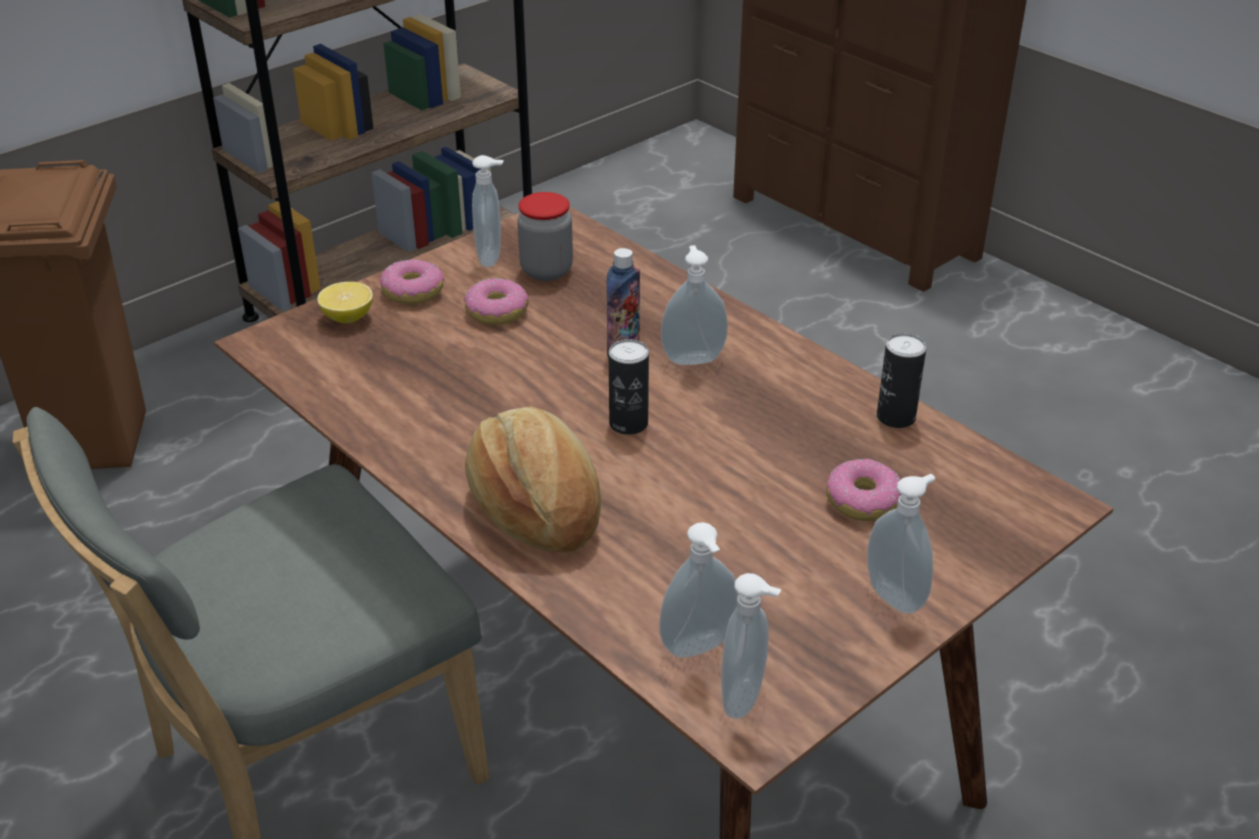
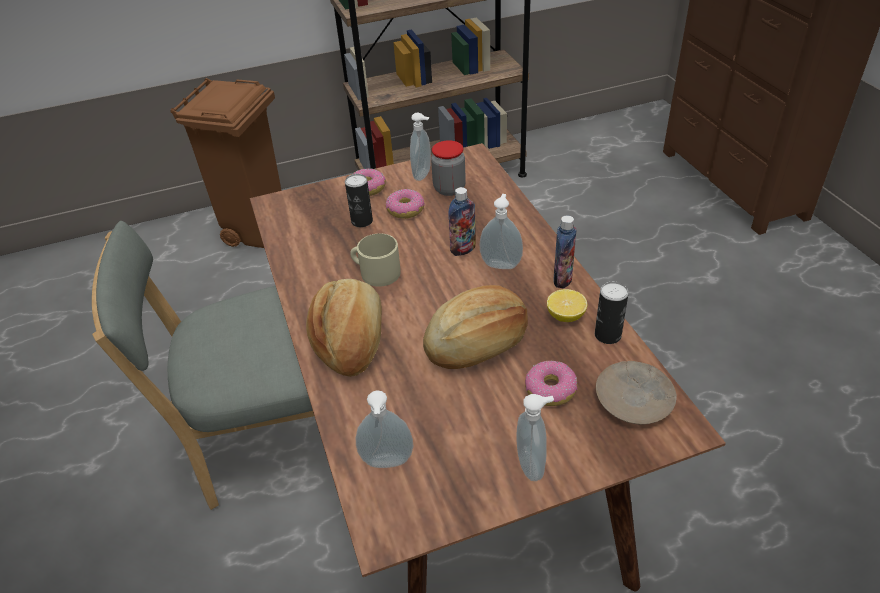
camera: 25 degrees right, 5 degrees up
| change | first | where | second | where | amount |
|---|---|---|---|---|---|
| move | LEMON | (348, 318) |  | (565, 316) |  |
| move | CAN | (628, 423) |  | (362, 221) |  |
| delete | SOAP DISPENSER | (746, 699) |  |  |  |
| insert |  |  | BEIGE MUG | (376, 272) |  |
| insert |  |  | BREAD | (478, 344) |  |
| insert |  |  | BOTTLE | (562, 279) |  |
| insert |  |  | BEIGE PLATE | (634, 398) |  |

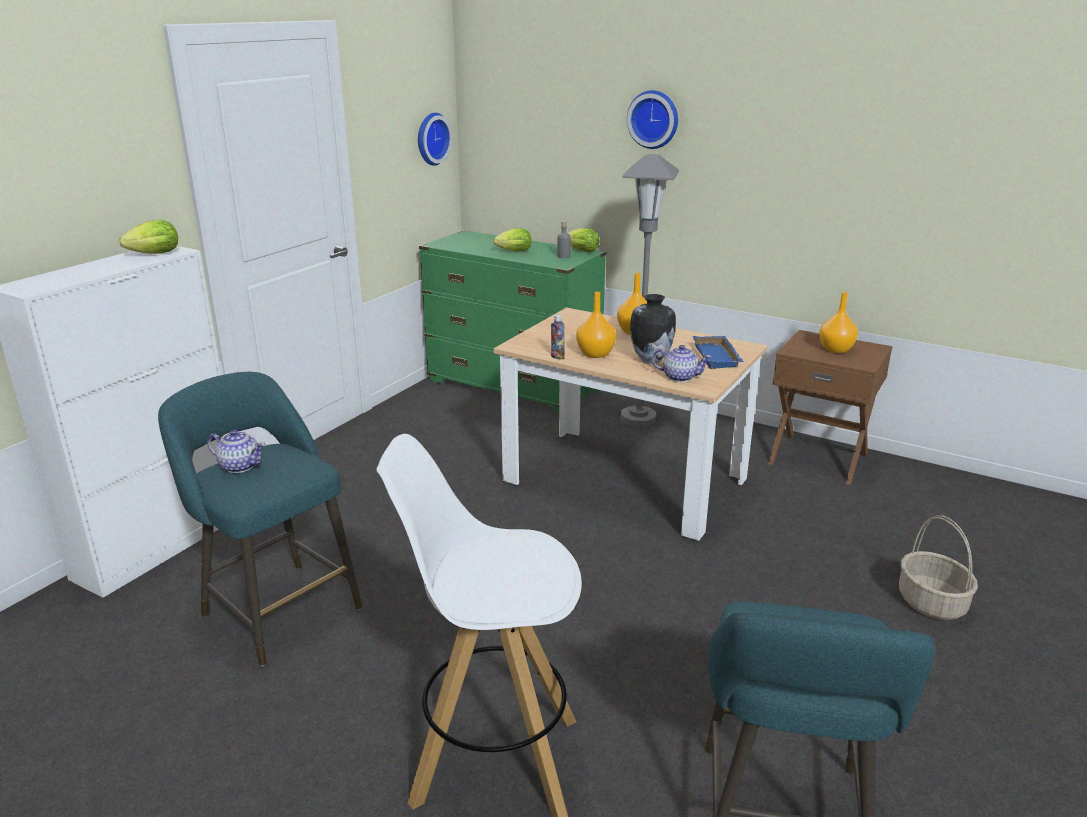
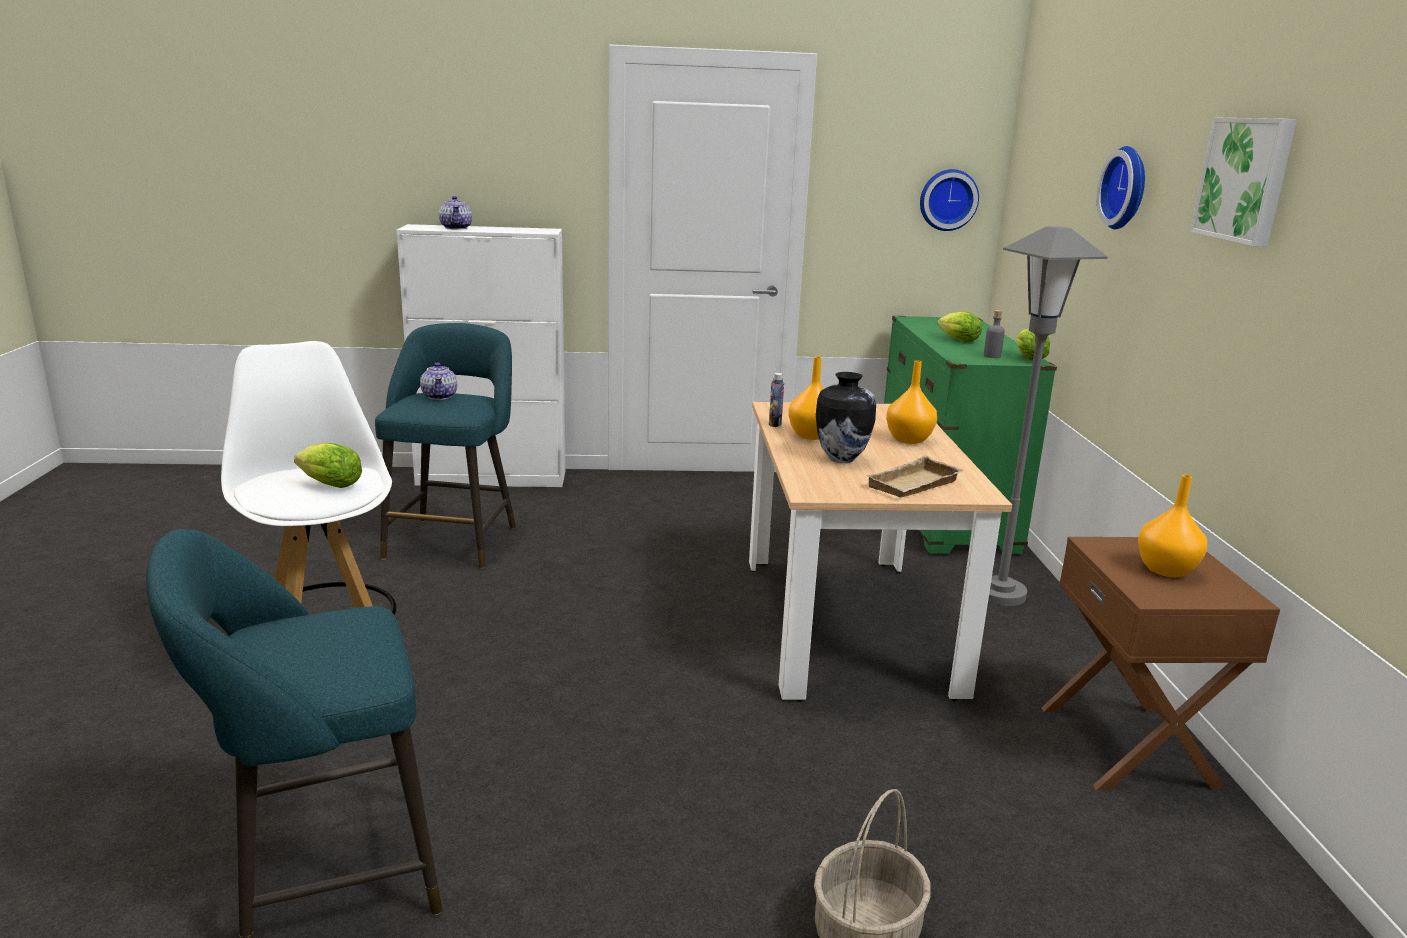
camera: 55 degrees right, 5 degrees down
| change | first | where | second | where | amount |
|---|---|---|---|---|---|
| move | LETTUCE | (151, 254) |  | (327, 484) |  |
| move | TEAPOT | (679, 377) |  | (456, 228) |  |
| recolor | BLUE TRAY | (718, 357) | BEIGE TRAY | (915, 486) |  |
| insert |  |  | PICTURE | (1246, 180) |  |

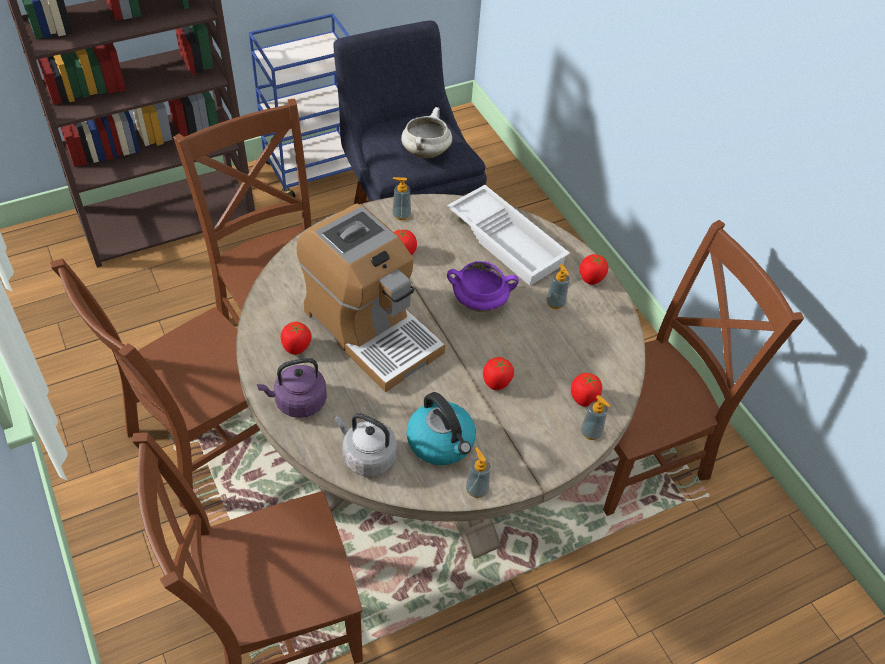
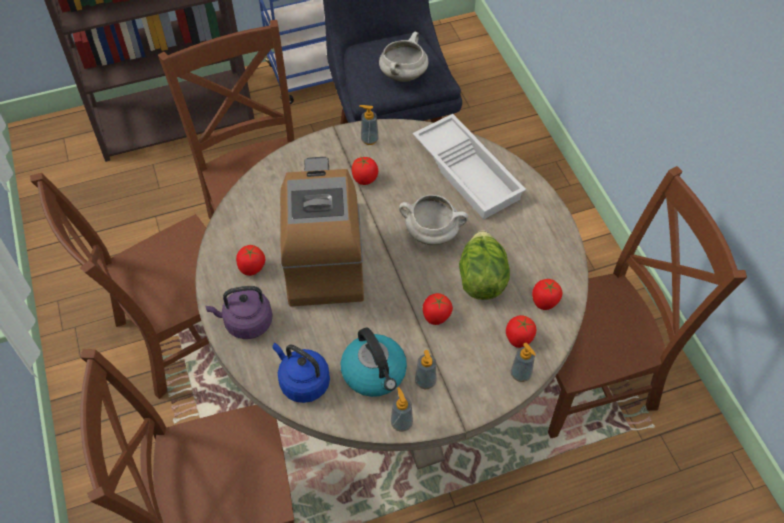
camera: 10 degrees right, 5 degrees up
| change | first | where | second | where | amount |
|---|---|---|---|---|---|
| rotate | COFFEE MACHINE | (371, 330) |  | (324, 255) | 150 degrees counterclockwise |
| recolor | GREY KETTLE | (367, 456) | BLUE KETTLE | (302, 382) |  |
| recolor | PURPLE COOKING POT | (480, 302) | WHITE COOKING POT | (432, 233) |  |
| move | SOAP DISPENSER | (555, 303) |  | (425, 381) |  |
| move | TOMATO | (591, 278) |  | (544, 302) |  |
| insert |  |  | LETTUCE | (481, 279) |  |

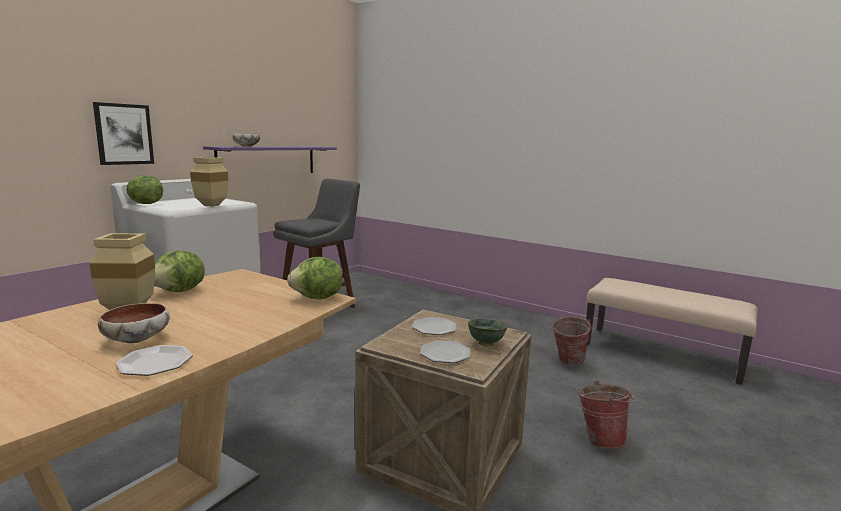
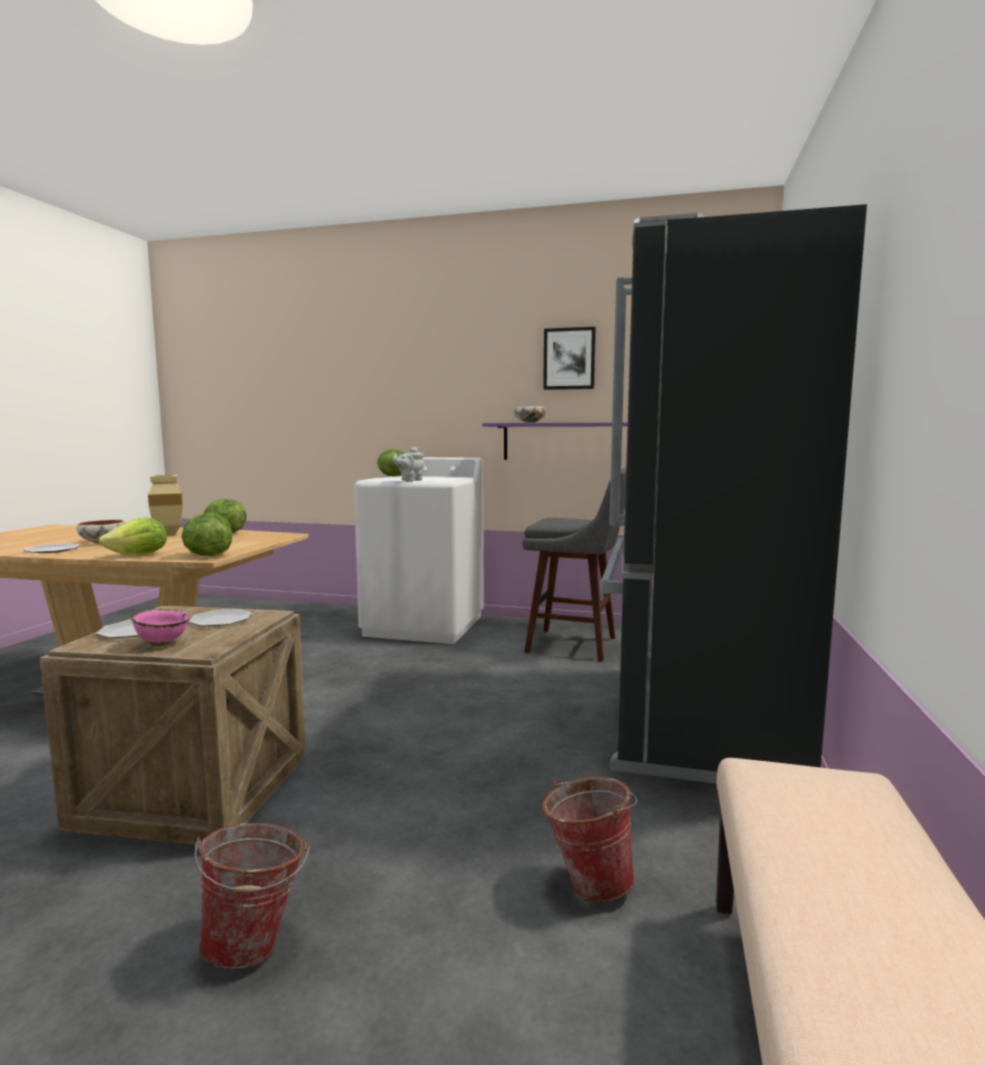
camera: 70 degrees right, 5 degrees down
| change | first | where | second | where | amount |
|---|---|---|---|---|---|
| move | PICTURE | (124, 134) |  | (569, 359) |  |
| replace | BEIGE VASE | (212, 205) | GREY TEAPOT | (410, 480) |  |
| recolor | GREEN BOWL | (485, 344) | PINK BOWL | (162, 643) |  |
| insert |  |  | LETTUCE | (139, 555) |  |
| insert |  |  | BLACK FRIDGE | (695, 721) |  |

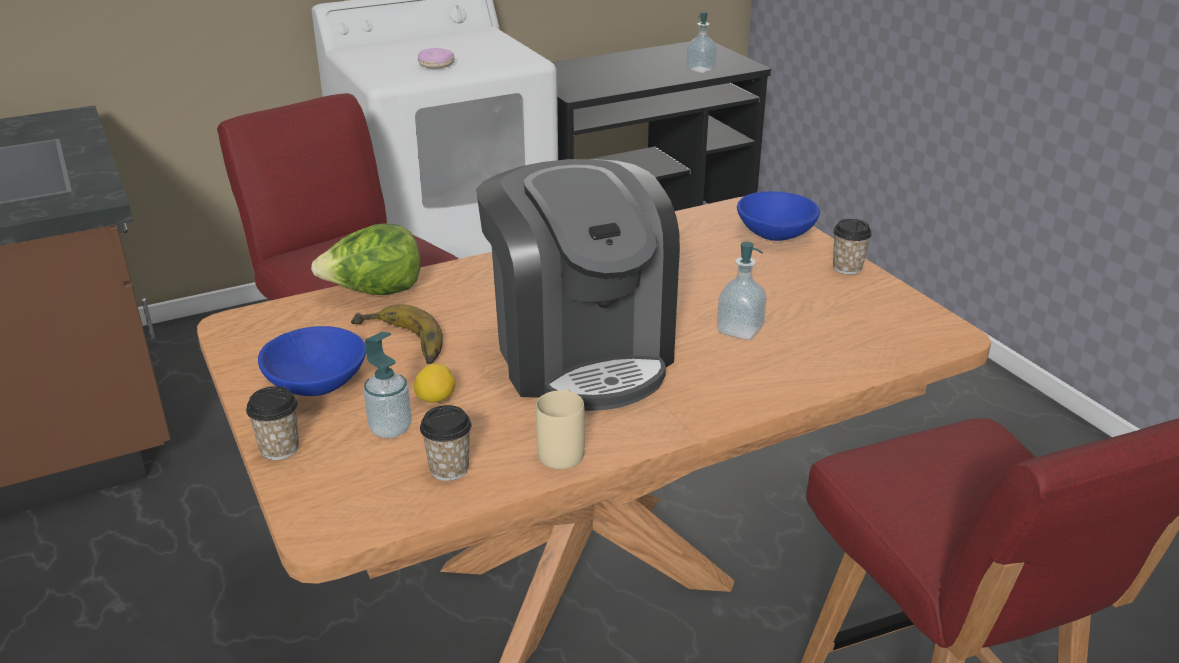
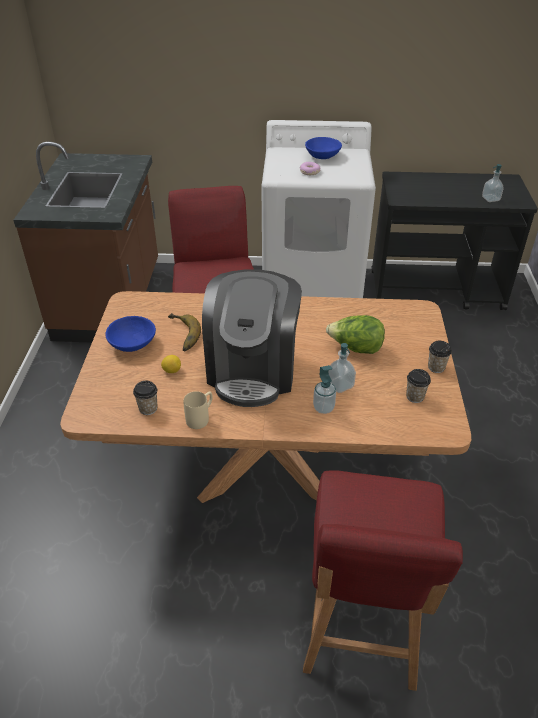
camera: 30 degrees right, 10 degrees up
| change | first | where | second | where | amount |
|---|---|---|---|---|---|
| move | CUP | (279, 449) |  | (415, 397) |  |
| move | LETTUCE | (374, 293) |  | (355, 348) |  |
| move | SOAP DISPENSER | (390, 429) |  | (323, 408) |  |
| move | BLUE BOWL | (775, 234) |  | (322, 156) |  |

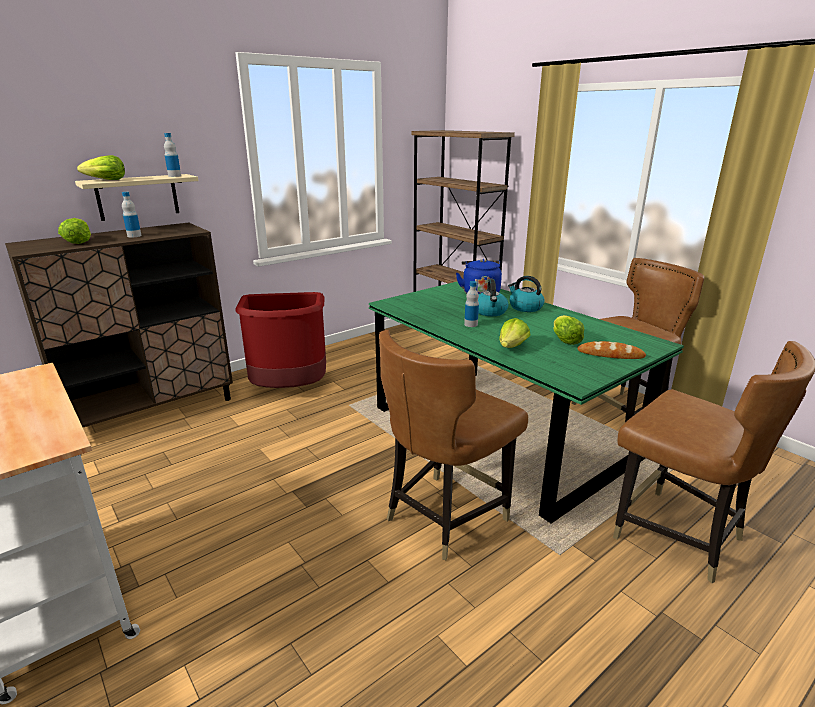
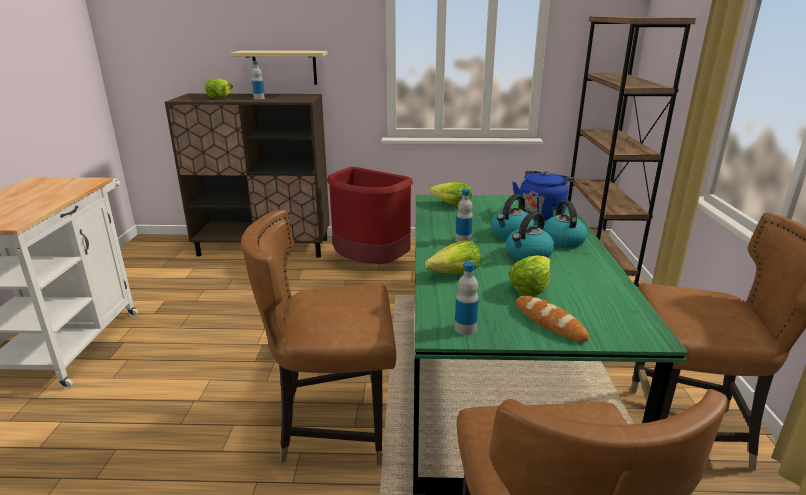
camera: 40 degrees right, 0 degrees up
| change | first | where | second | where | amount |
|---|---|---|---|---|---|
| move | LETTUCE | (106, 180) |  | (451, 205) |  |
| move | BOTTLE | (174, 176) |  | (465, 328) |  |
| insert |  |  | KETTLE | (528, 254) |  |

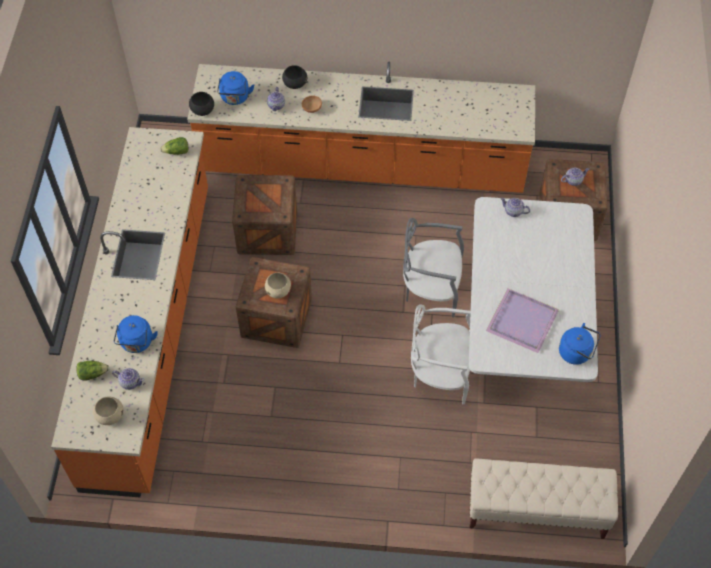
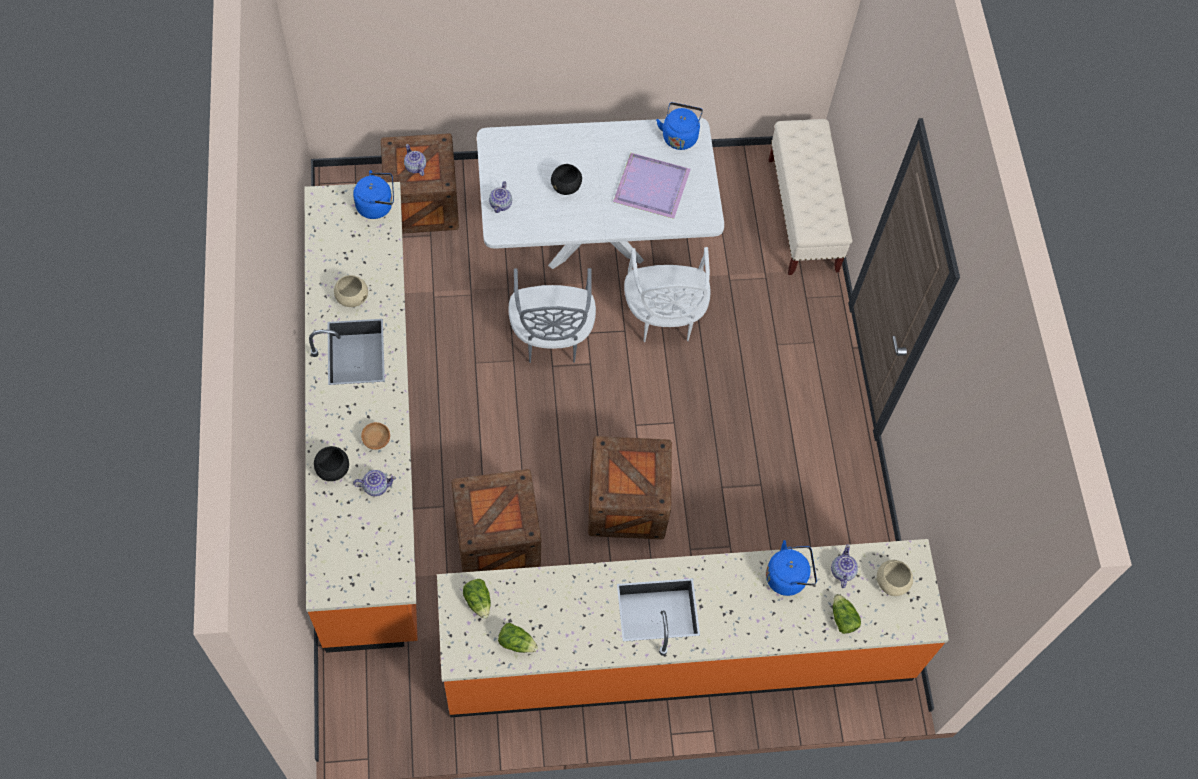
camera: 105 degrees left, 5 degrees up
| change | first | where | second | where | amount |
|---|---|---|---|---|---|
| move | BLACK BOWL | (202, 110) |  | (566, 187) |  |
| move | BLUE KETTLE | (235, 98) |  | (377, 205) |  |
| move | BEIGE BOWL | (278, 291) |  | (352, 297) |  |
| insert |  |  | LETTUCE | (516, 642) |  |

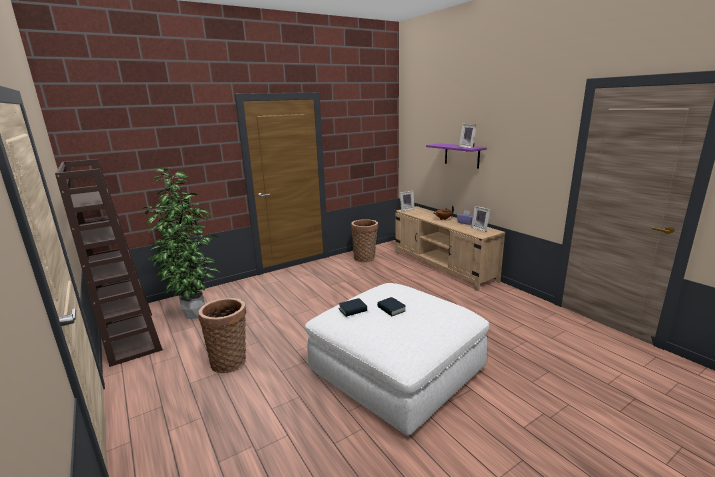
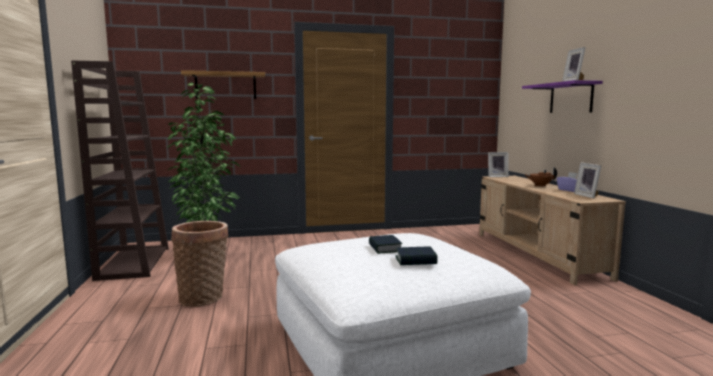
camera: 20 degrees right, 10 degrees down
| change | first | where | second | where | amount |
|---|---|---|---|---|---|
| move | BOOK | (352, 310) |  | (416, 260) |  |
| delete | BASKET | (365, 258) |  |  |  |
| insert |  |  | SHELF | (225, 86) |  |

